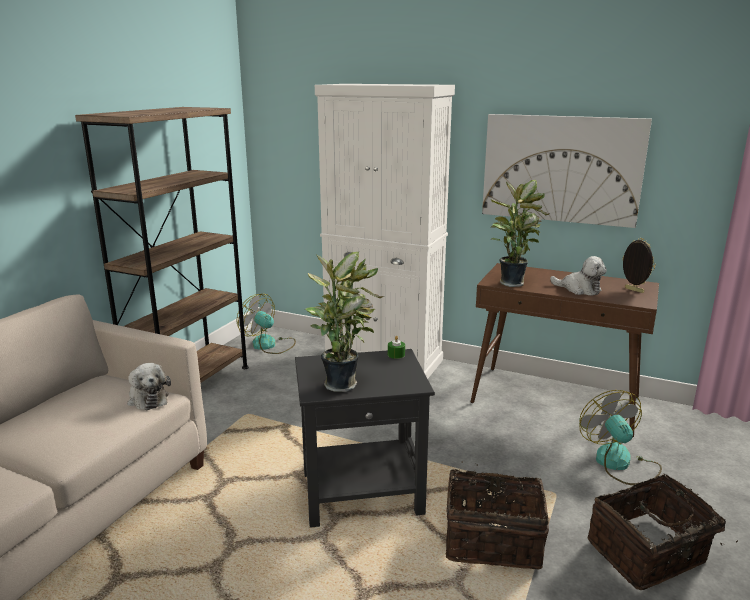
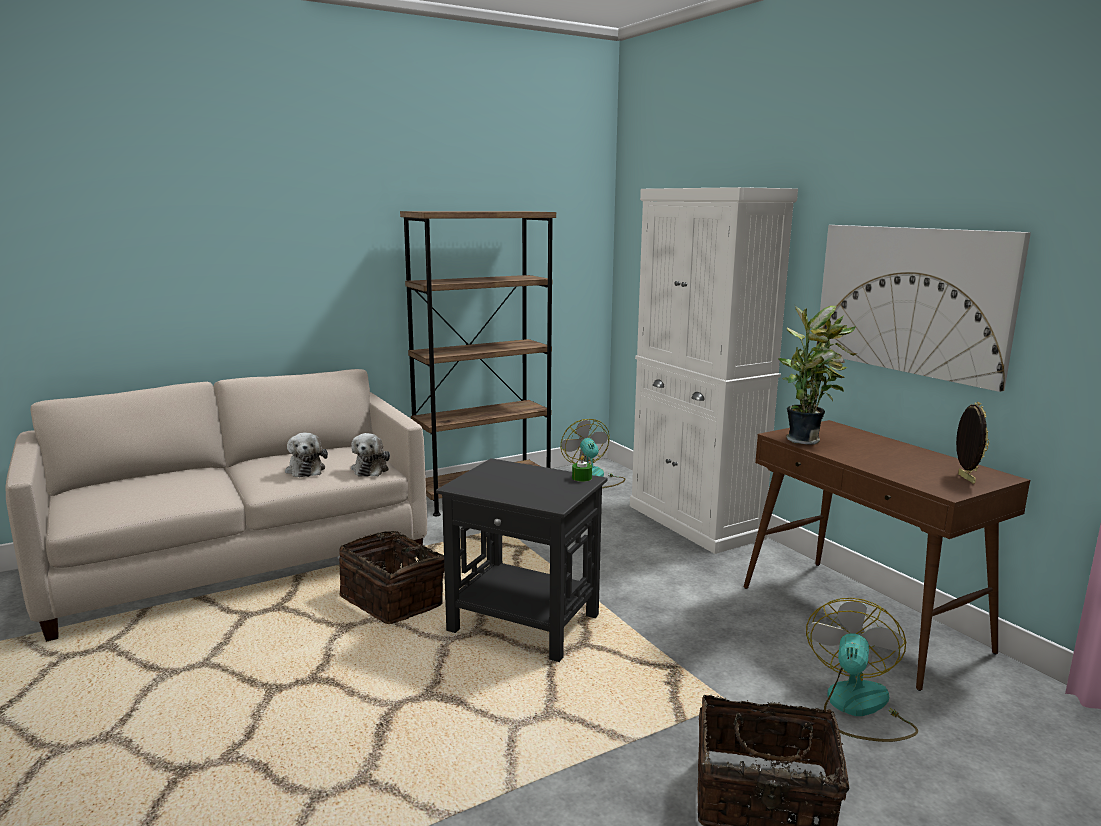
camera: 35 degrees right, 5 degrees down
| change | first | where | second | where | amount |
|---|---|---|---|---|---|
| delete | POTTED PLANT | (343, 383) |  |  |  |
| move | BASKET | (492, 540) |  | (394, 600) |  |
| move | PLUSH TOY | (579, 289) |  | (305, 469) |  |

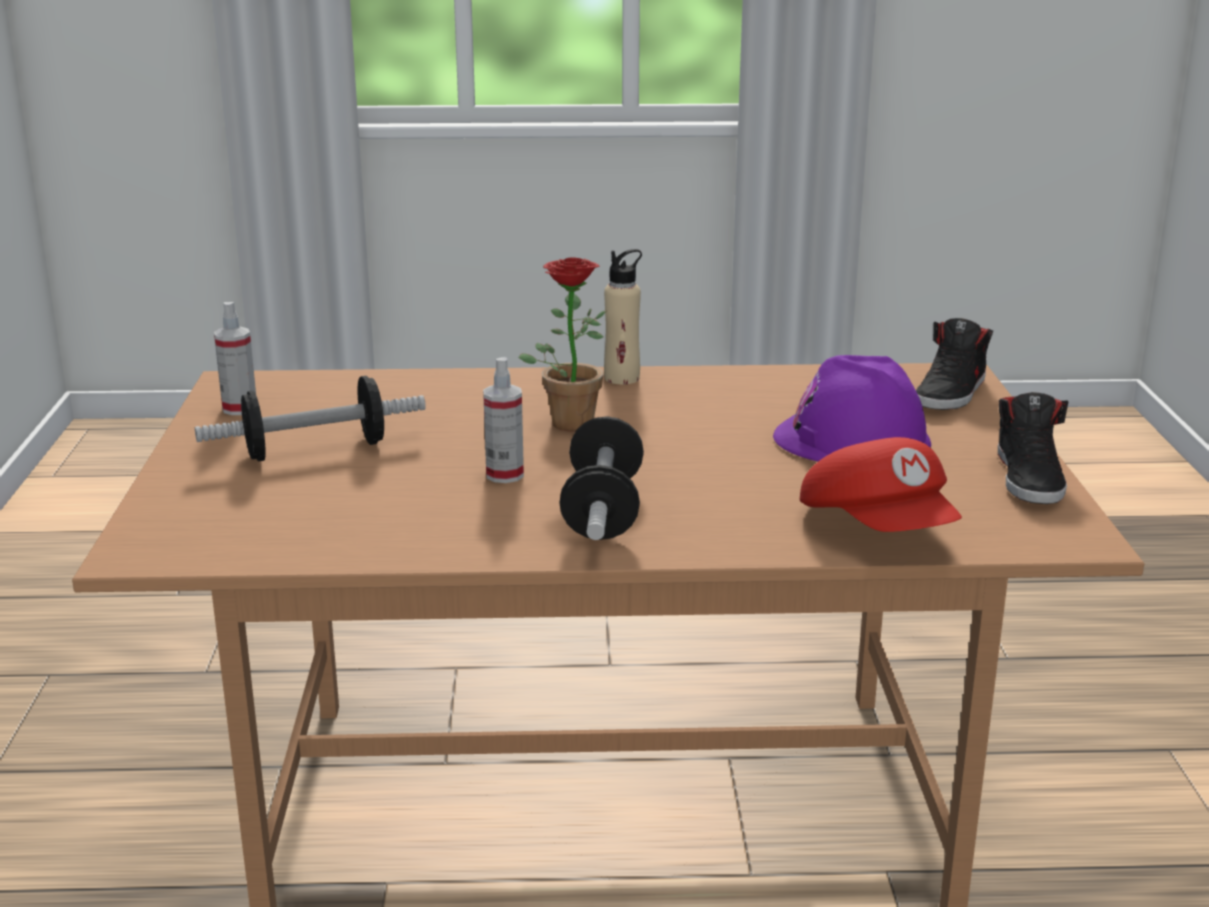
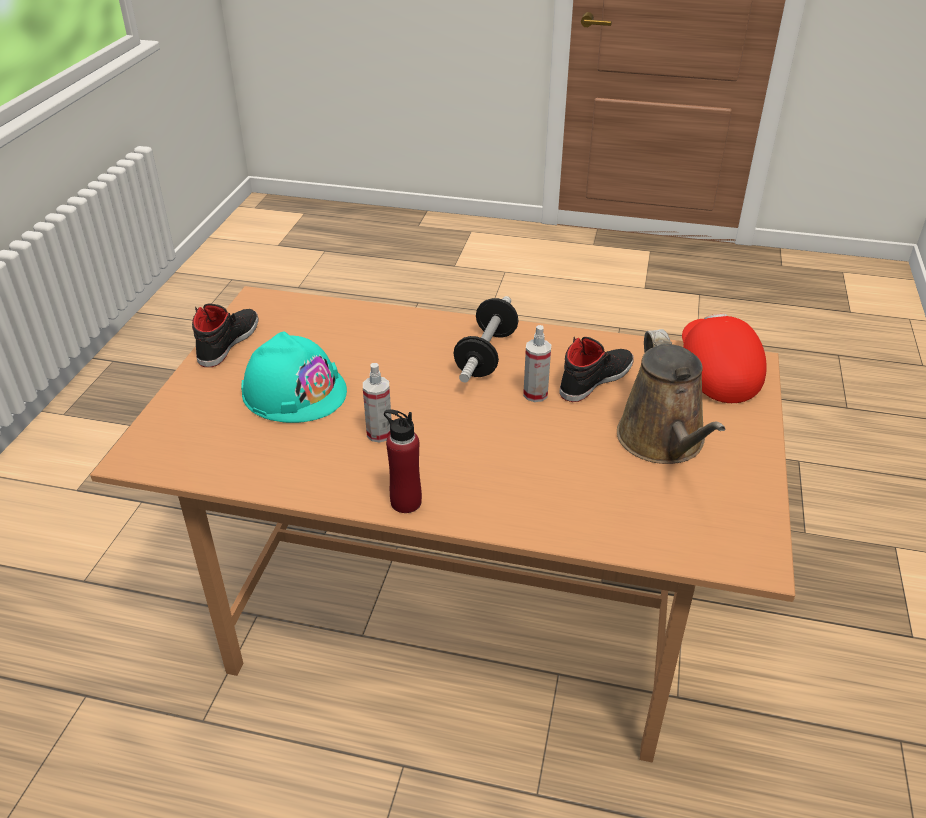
camera: 165 degrees left, 15 degrees up
| change | first | where | second | where | amount |
|---|---|---|---|---|---|
| replace | DUMBBELL | (315, 450) | BROWN WATERING CAN | (663, 442) |  |
| move | SPRAY BOTTLE | (240, 409) |  | (379, 433) |  |
| delete | POTTED PLANT | (569, 420) |  |  |  |
| recolor | BEIGE BOTTLE | (622, 378) | RED BOTTLE | (405, 502) |  |
| recolor | PURPLE HARD HAT | (852, 440) | TURQUOISE HARD HAT | (294, 391) |  |
| move | RED CAP | (879, 529) |  | (715, 373) |  |
| move | BLACK SHOE | (951, 393) |  | (595, 379) |  |

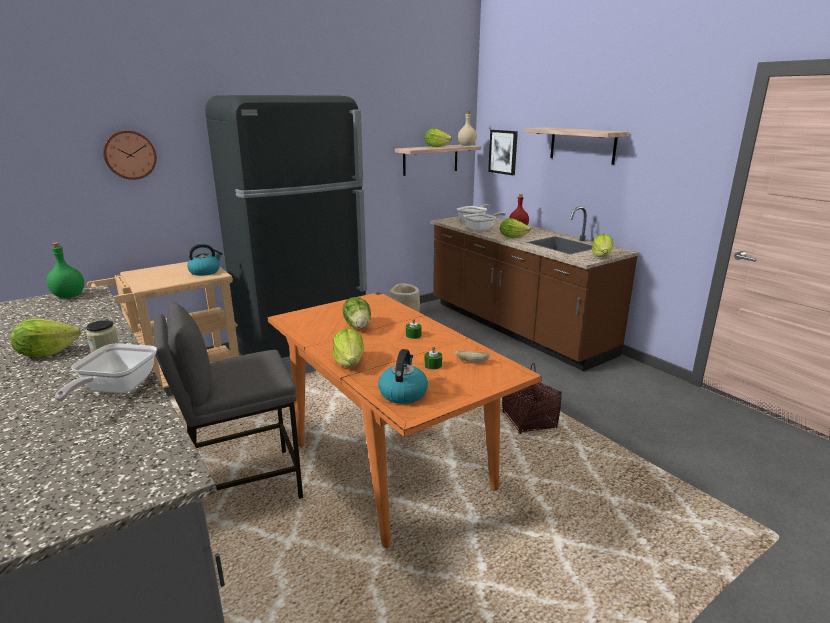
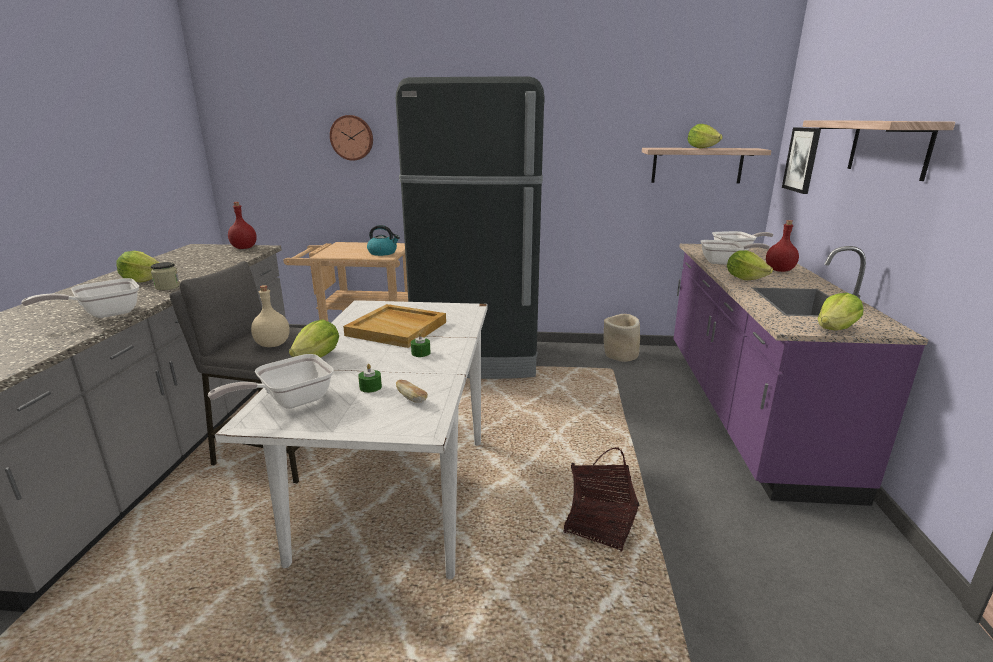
camera: 40 degrees right, 0 degrees up
| change | first | where | second | where | amount |
|---|---|---|---|---|---|
| recolor | GREEN BOTTLE | (68, 296) | RED BOTTLE | (243, 248) |  |
| recolor | ORANGE DINING TABLE | (390, 464) | WHITE DINING TABLE | (397, 493) |  |
| replace | LETTUCE | (358, 326) | BEIGE TRAY | (398, 328) |  |
| replace | KETTLE | (403, 393) | FRYING PAN | (289, 401) |  |
| recolor | BROWN COUNTER | (515, 328) | PURPLE COUNTER | (744, 409) |  |
| move | BEIGE BOTTLE | (467, 145) |  | (272, 345) |  |

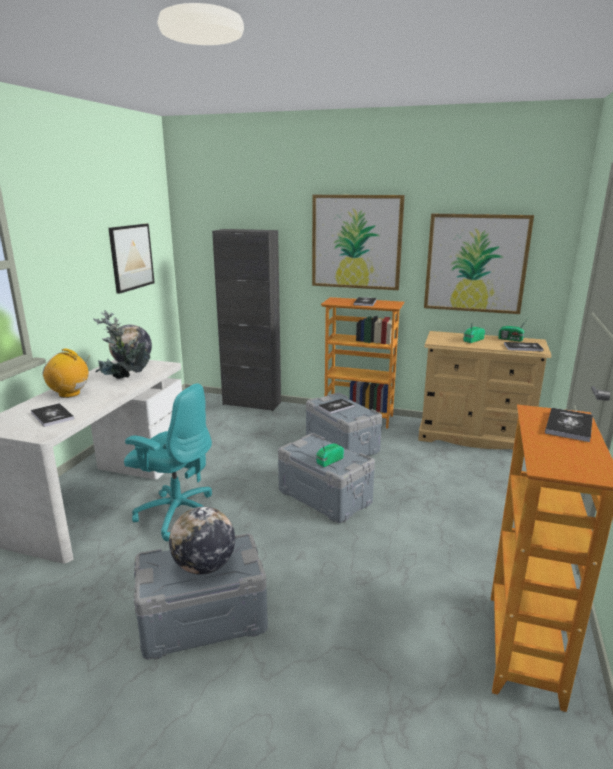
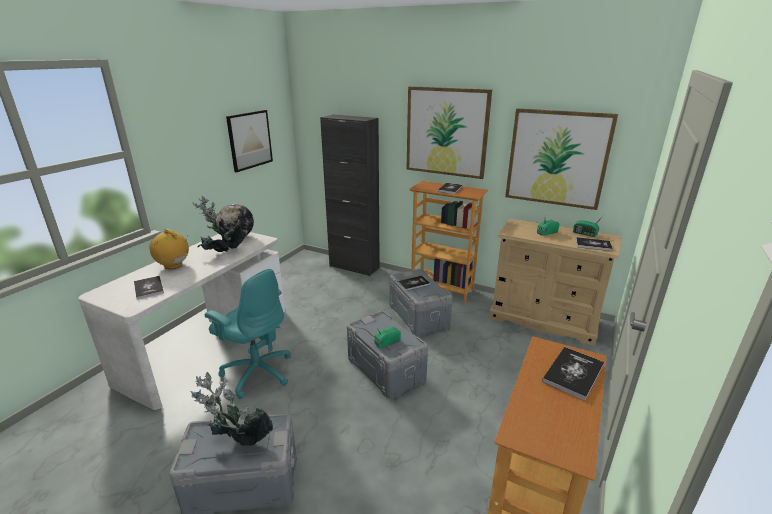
camera: 10 degrees right, 5 degrees up
| change | first | where | second | where | amount |
|---|---|---|---|---|---|
| replace | GLOBE | (204, 566) | POTTED PLANT | (239, 444) |  |

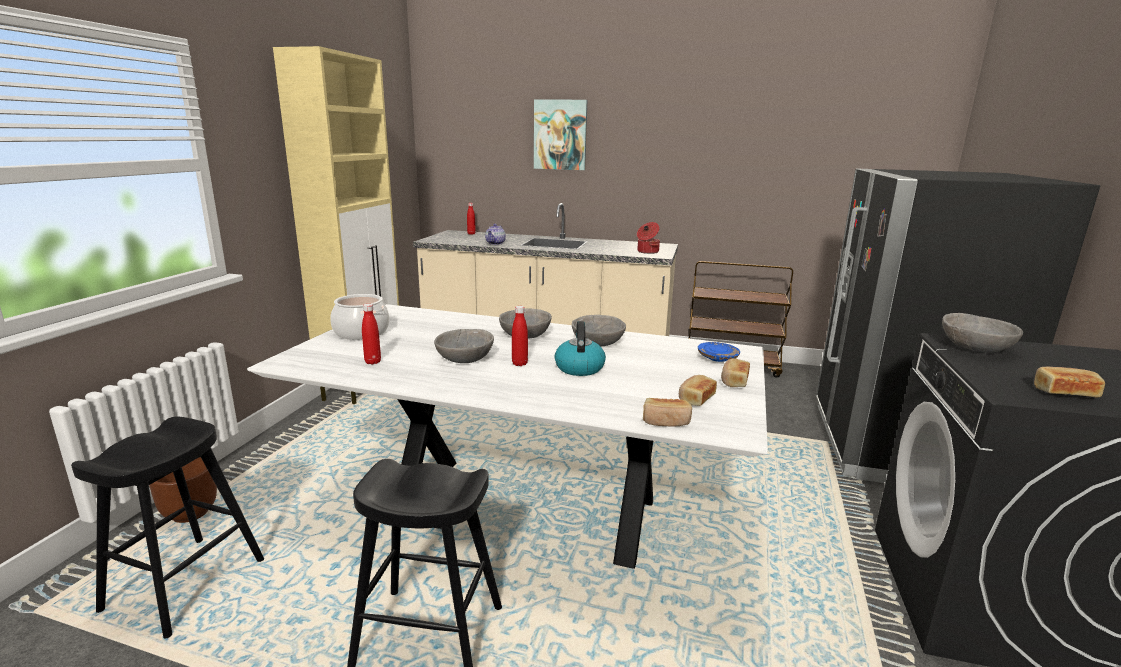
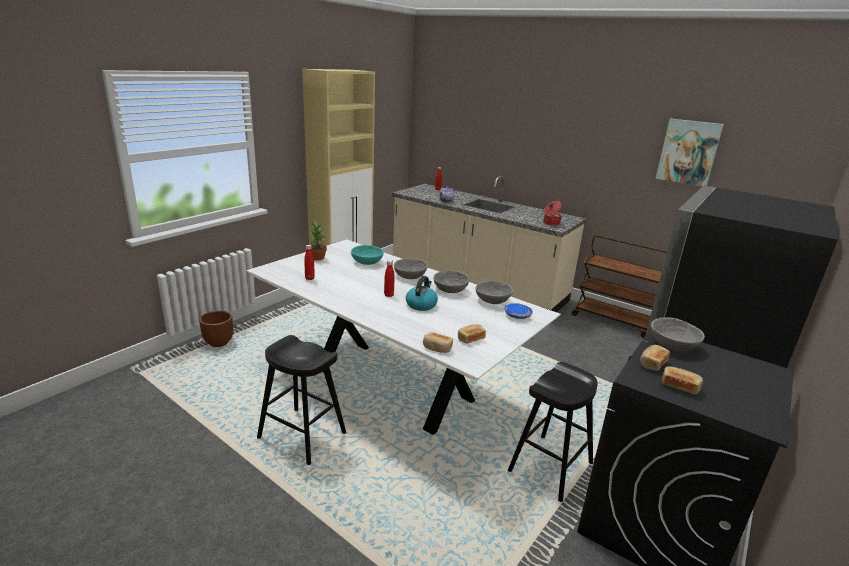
camera: 20 degrees right, 5 degrees up
| change | first | where | second | where | amount |
|---|---|---|---|---|---|
| move | BLACK STOOL | (185, 584) |  | (550, 467) |  |
| replace | COOKING POT | (361, 332) | POTTED PLANT | (317, 257) |  |
| move | GREY BOWL | (465, 358) |  | (493, 300) |  |
| move | PICTURE | (560, 135) |  | (688, 152) |  |
| move | BREAD | (734, 381) |  | (652, 363) |  |
| insert |  |  | TURQUOISE BOWL | (367, 262) |  |

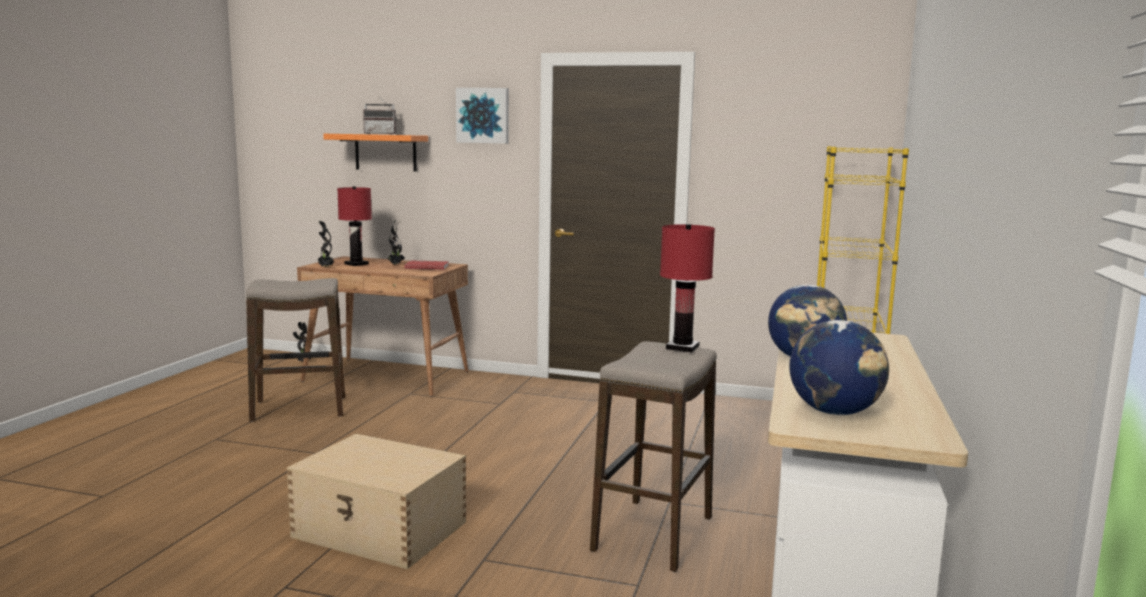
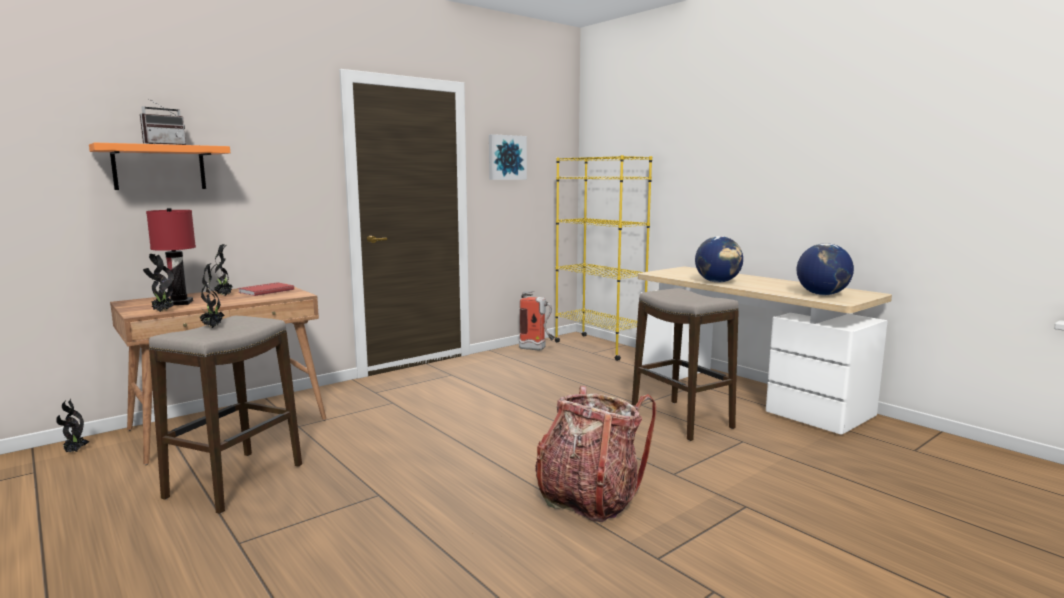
camera: 55 degrees left, 0 degrees up
| change | first | where | second | where | amount |
|---|---|---|---|---|---|
| replace | BEIGE STORAGE BOX | (381, 530) | BACKPACK | (589, 498) |  |
| move | PICTURE | (483, 115) |  | (506, 157) |  |
| delete | RED TABLE LAMP | (682, 347) |  |  |  |
| insert |  |  | POTTED PLANT | (213, 327) |  |
| insert |  |  | FIRE EXTINGUISHER | (537, 349) |  |

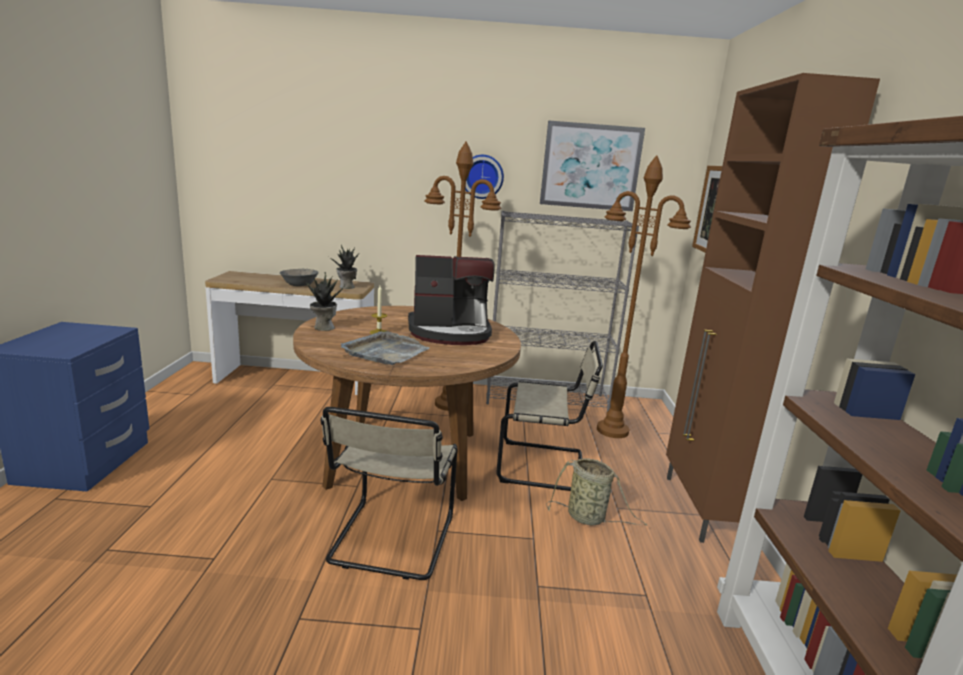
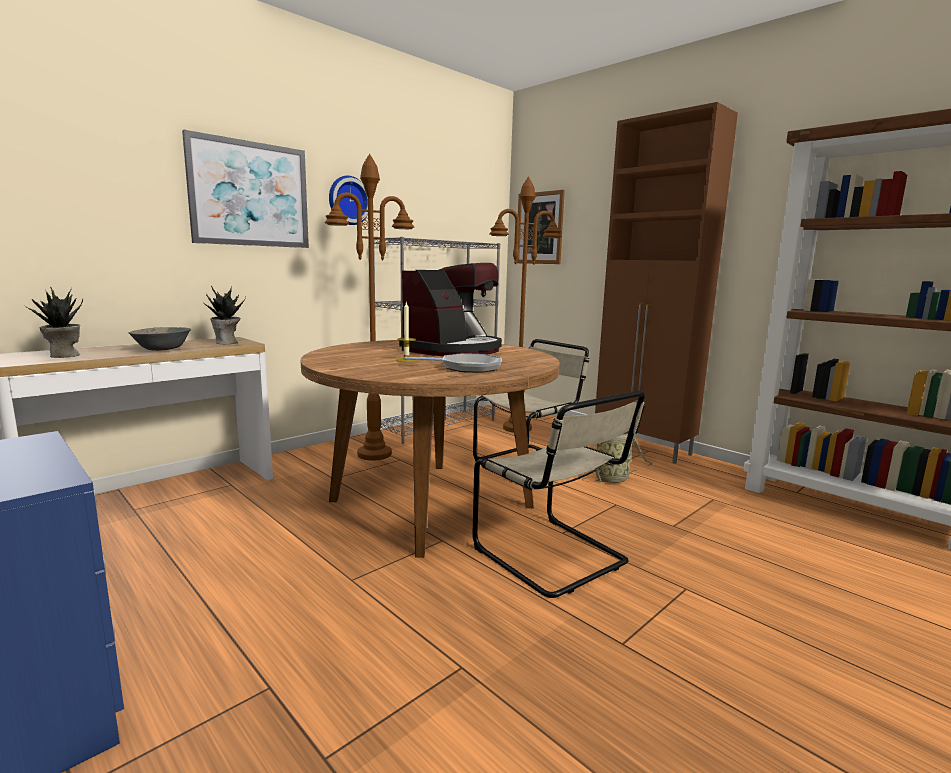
camera: 45 degrees left, 5 degrees down
| change | first | where | second | where | amount |
|---|---|---|---|---|---|
| move | POTTED PLANT | (323, 327) |  | (63, 355) |  |
| replace | GREY TRAY | (385, 352) | FRYING PAN | (467, 367) |  |
| move | PICTURE | (590, 166) |  | (250, 194) |  |

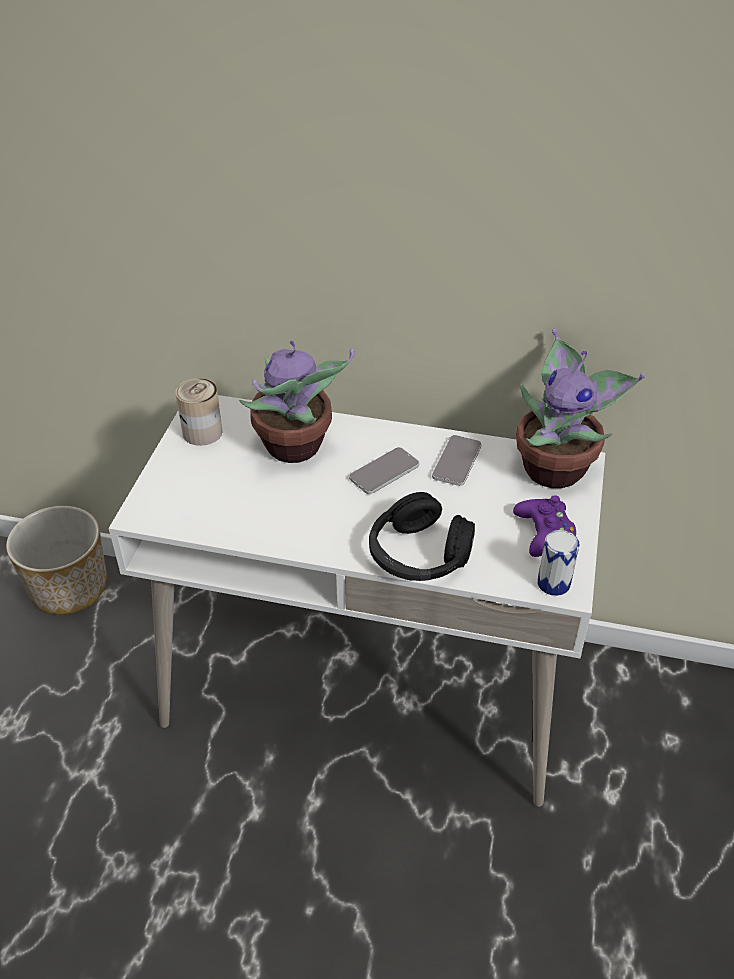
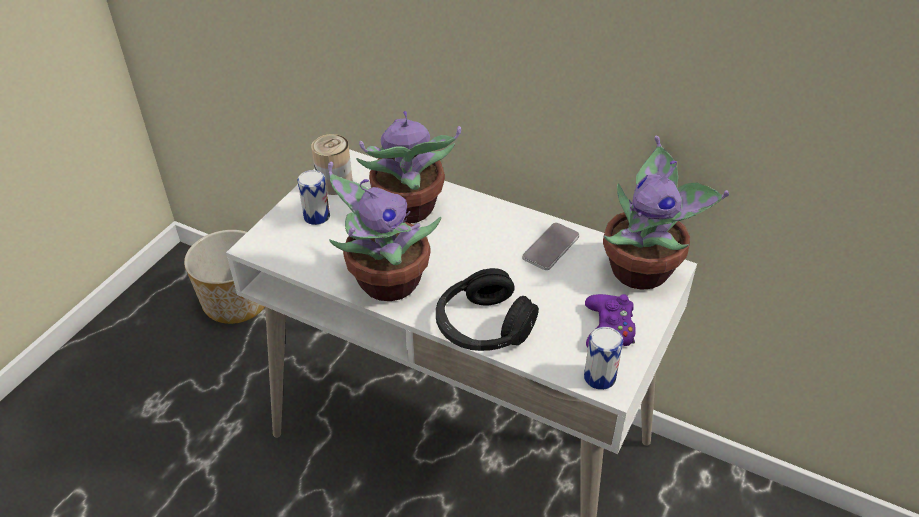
camera: 15 degrees right, 0 degrees up
| change | first | where | second | where | amount |
|---|---|---|---|---|---|
| delete | PHONE | (384, 471) |  |  |  |
| insert |  |  | CAN | (317, 216) |  |
| insert |  |  | POTTED PLANT | (385, 283) |  |

